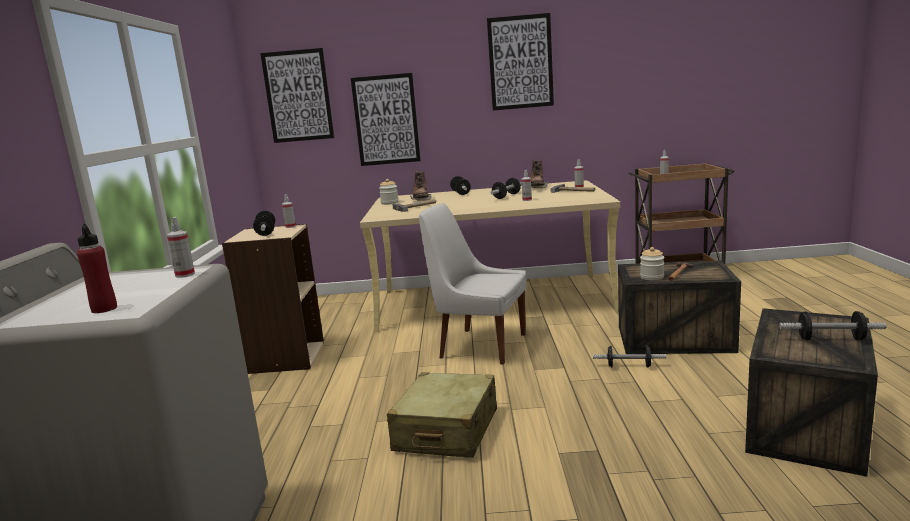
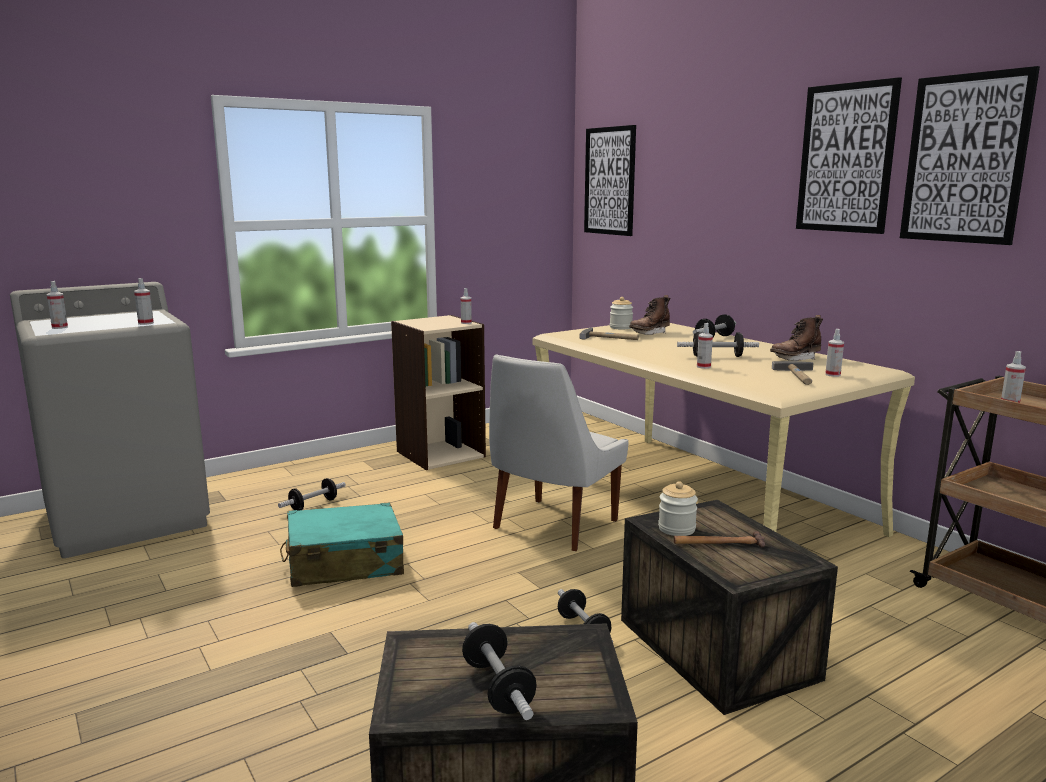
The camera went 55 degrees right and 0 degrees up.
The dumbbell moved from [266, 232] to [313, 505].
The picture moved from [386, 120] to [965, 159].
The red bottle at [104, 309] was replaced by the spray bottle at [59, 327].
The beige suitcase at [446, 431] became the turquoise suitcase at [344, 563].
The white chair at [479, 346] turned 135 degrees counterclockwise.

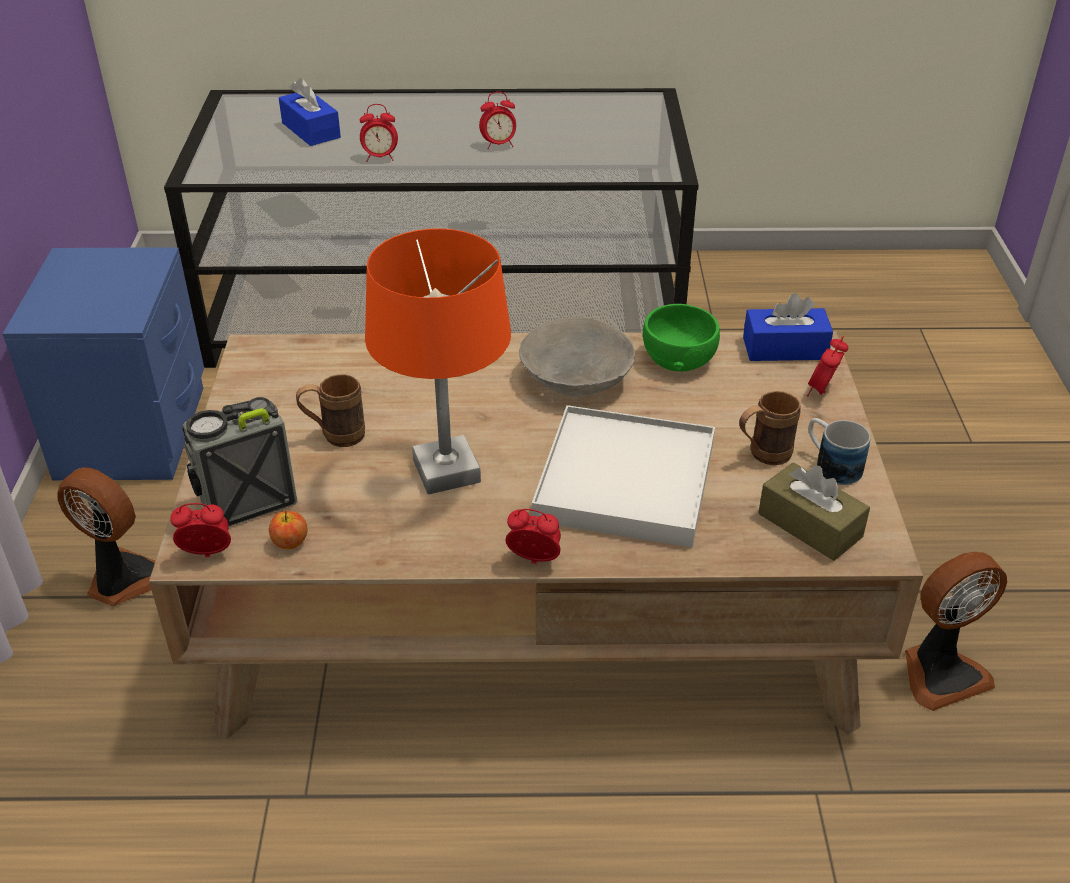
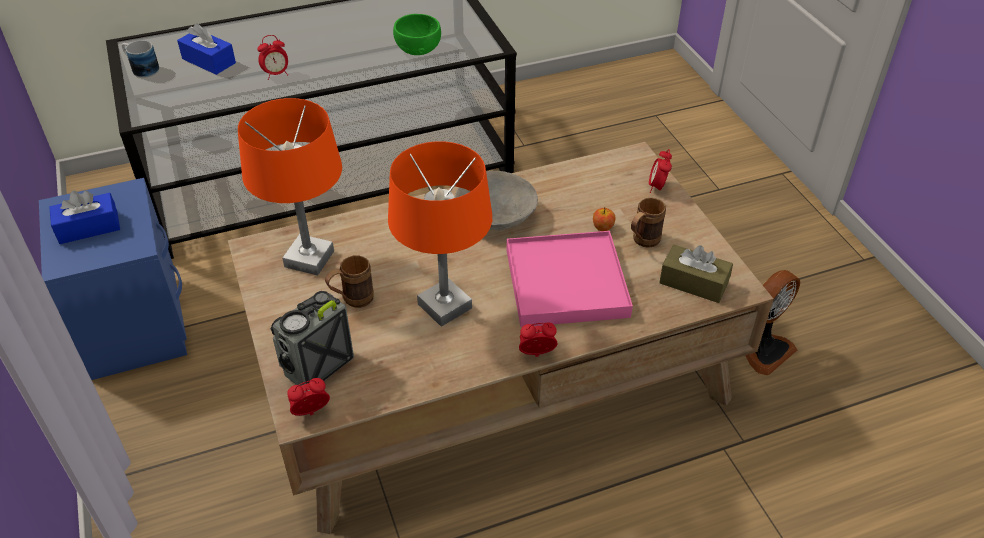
The camera went 20 degrees left and 5 degrees up.
The fan at [123, 580] disappeared.
The alarm clock at [499, 145] disappeared.
The orange table lamp at [309, 259] appeared.
The apple moved from [290, 542] to [603, 227].
The green bowl moved from [678, 358] to [417, 48].
The blue tissue box moved from [784, 348] to [88, 227].
The mug moved from [830, 465] to [141, 69].
The white tray at [625, 482] became the pink tray at [566, 283].

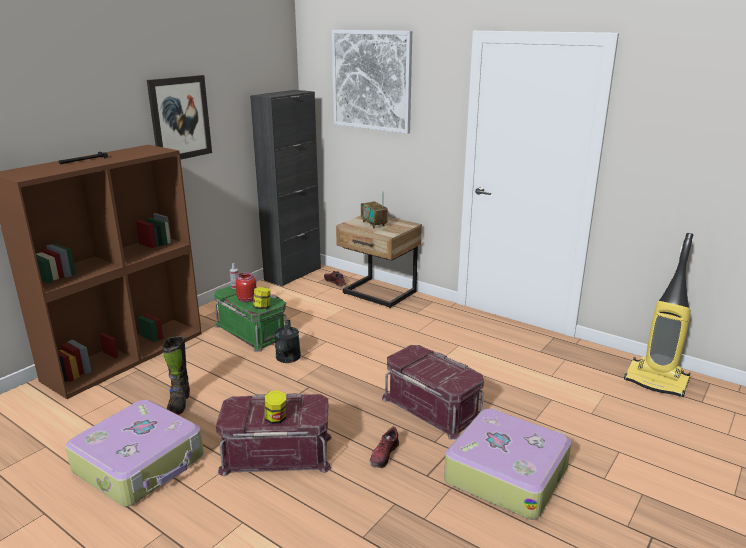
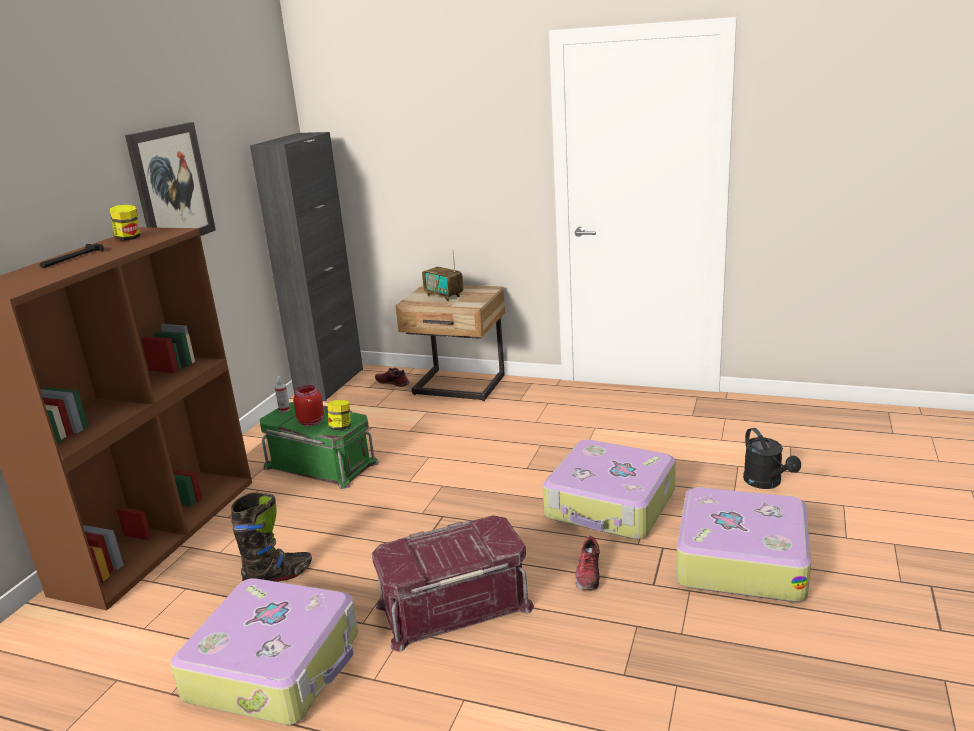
The camera went 15 degrees left and 0 degrees up.
The picture at [371, 80] disappeared.
The vacuum cleaner at [656, 381] disappeared.
The jar moved from [276, 419] to [129, 238].
The black watering can moved from [287, 359] to [766, 483].
The red storage box at [433, 407] was replaced by the suitcase at [610, 505].
The black boot at [179, 403] turned 105 degrees counterclockwise.

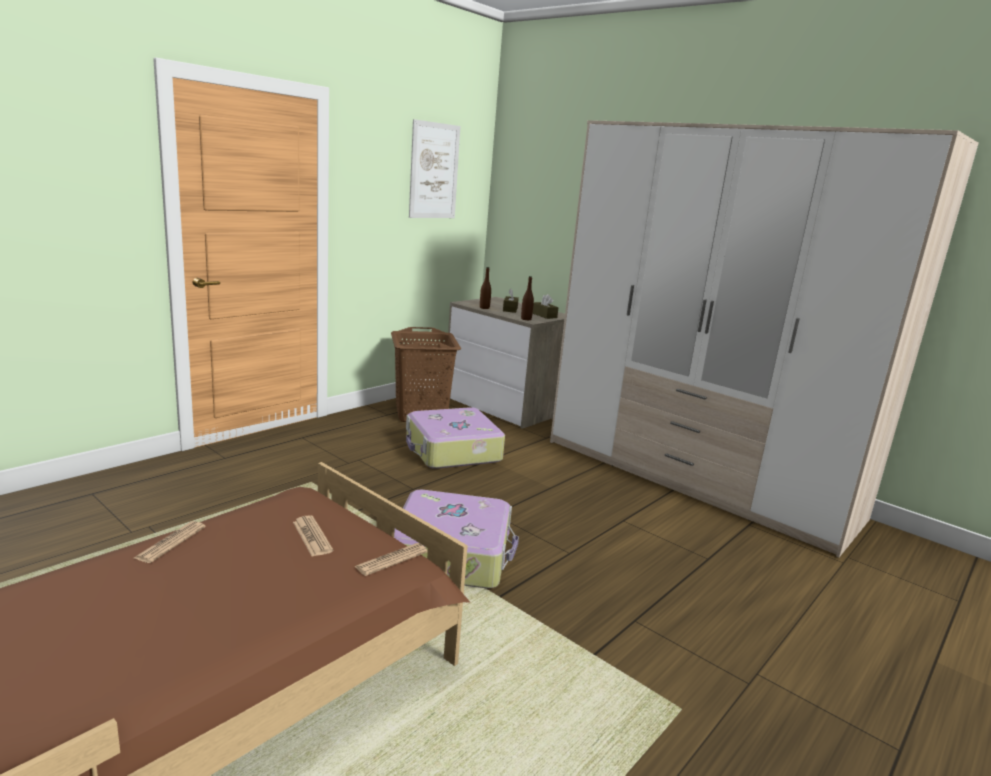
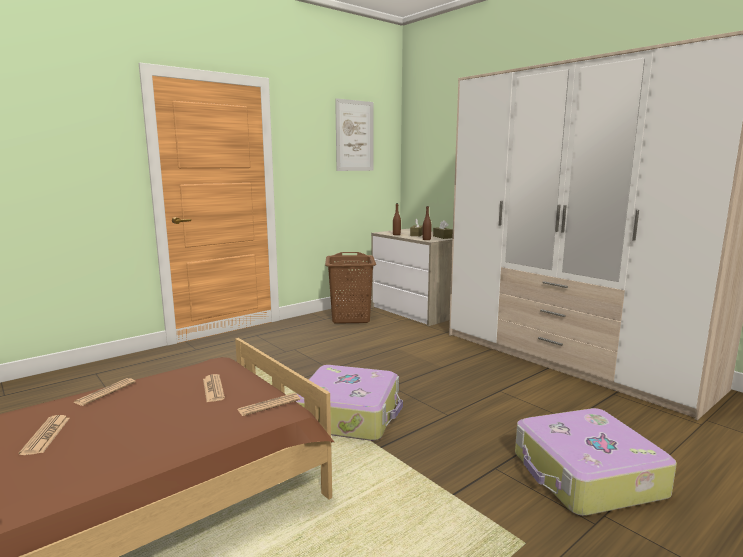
The camera went 10 degrees right and 5 degrees down.
The newspaper at [46, 435] appeared.
The suitcase moved from [452, 451] to [586, 476].

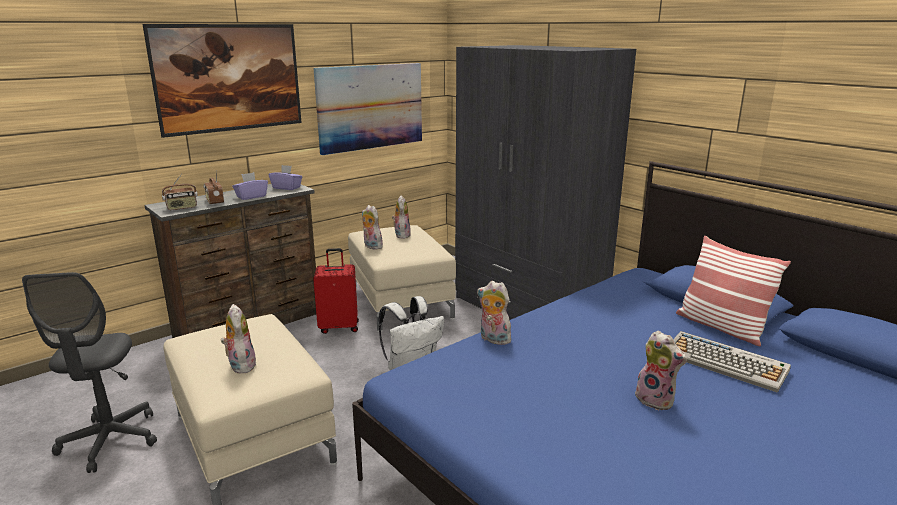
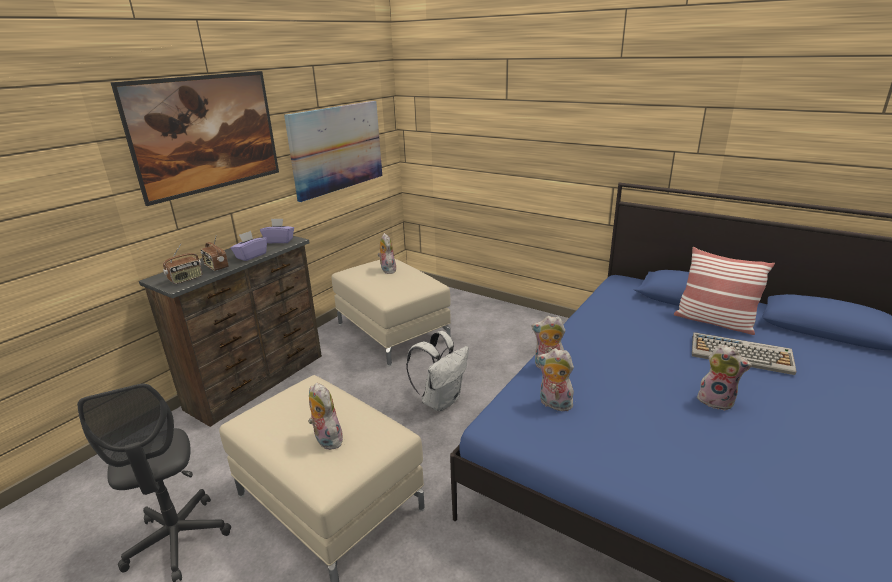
The camera went 15 degrees left and 5 degrees up.
The red suitcase at [339, 327] disappeared.
The grey wardrobe at [528, 309] disappeared.
The plush toy moved from [371, 246] to [554, 404].

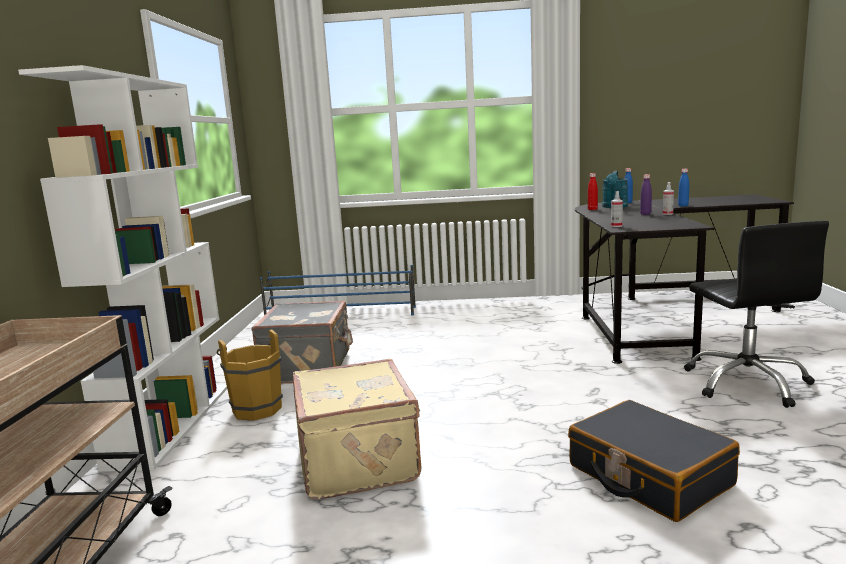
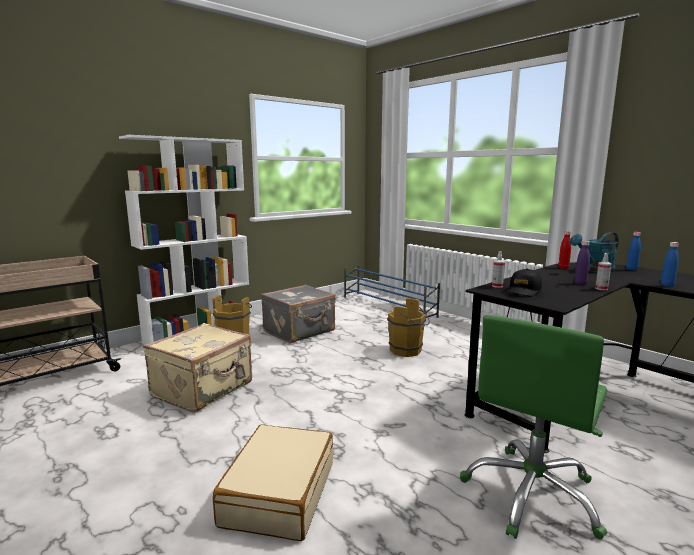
The camera went 45 degrees right and 0 degrees up.
The brown bucket at [408, 351] appeared.
The black cap at [523, 291] appeared.
The black suitcase at [648, 475] became the beige suitcase at [278, 493].
The black office chair at [747, 383] became the green office chair at [532, 494].

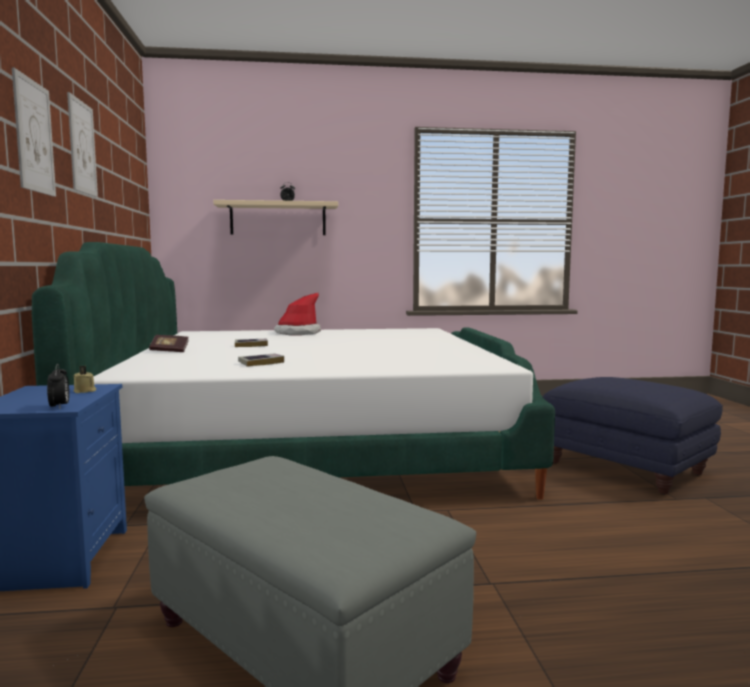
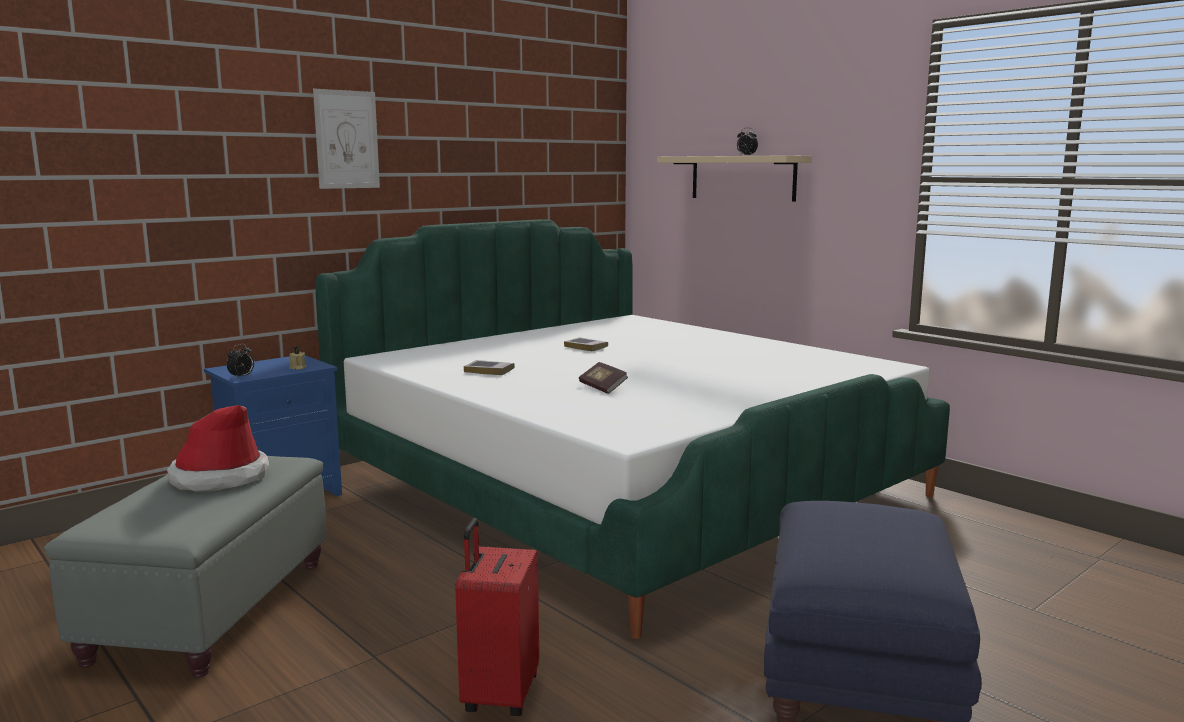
The camera went 55 degrees right and 5 degrees up.
The picture at [82, 147] disappeared.
The red suitcase at [498, 695] appeared.
The book moved from [169, 351] to [603, 387].
The hat moved from [297, 333] to [220, 478].

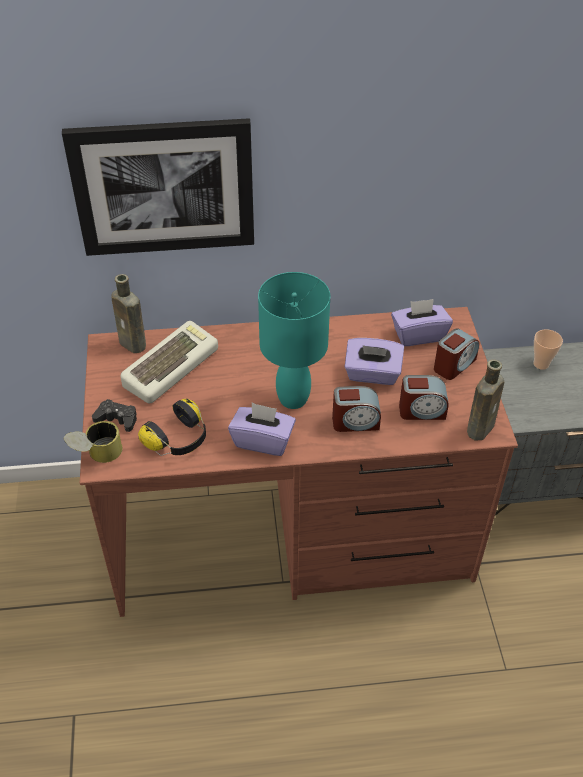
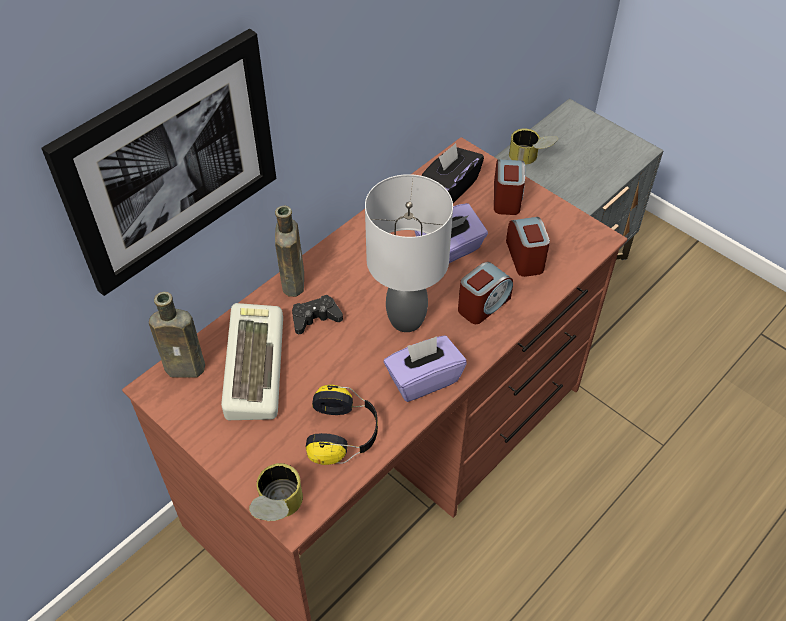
The camera went 40 degrees left and 5 degrees up.
The black game controller moved from [117, 419] to [315, 318].
The brown bottle moved from [481, 427] to [293, 280].
The cup at [541, 364] was replaced by the can at [530, 158].
The turquoise table lamp at [294, 398] became the grey table lamp at [407, 318].
The purple tissue box at [418, 335] became the black tissue box at [449, 187].
The alarm clock at [422, 410] turned 60 degrees counterclockwise.

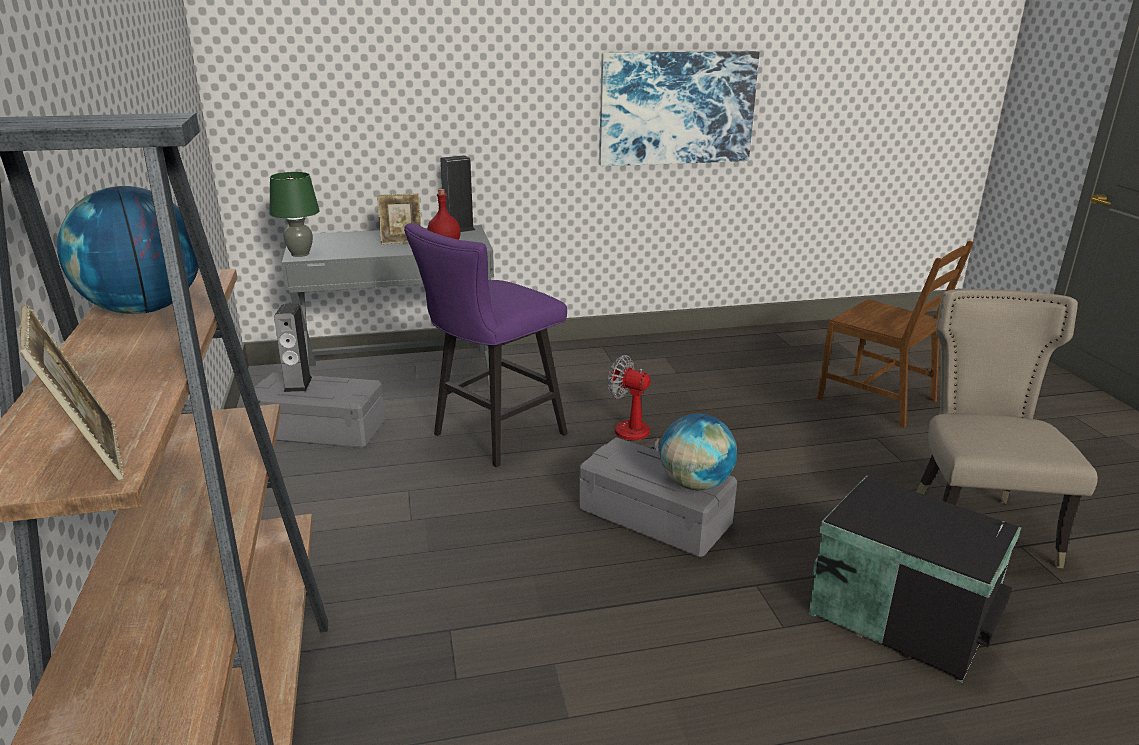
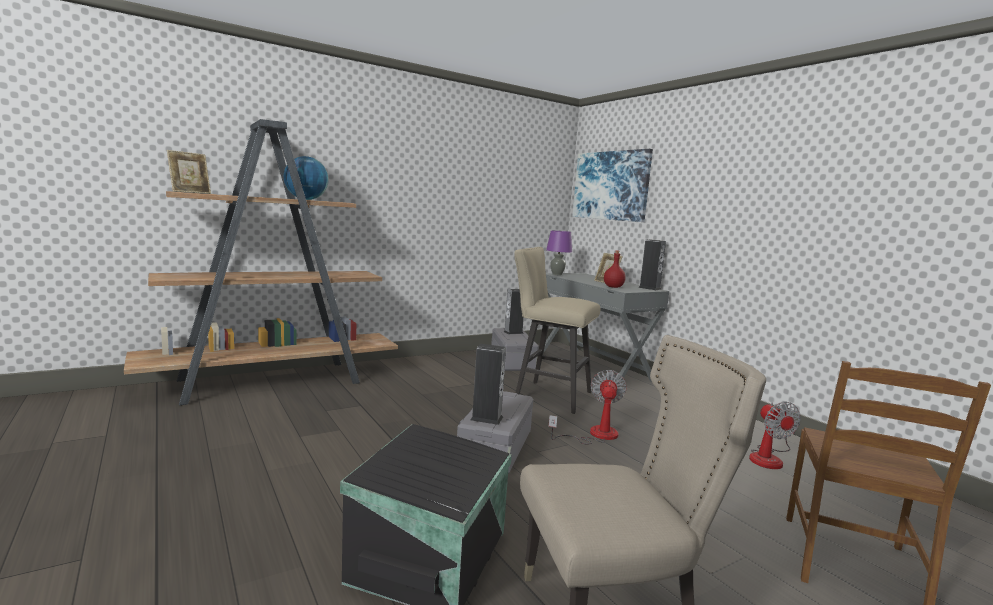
The camera went 70 degrees right and 15 degrees down.
The fan at [769, 458] appeared.
The picture moved from [677, 108] to [610, 185].
The globe at [695, 484] was replaced by the speaker at [486, 418].
The green table lamp at [300, 254] became the purple table lamp at [557, 274].
The purple stool at [492, 436] became the beige stool at [547, 395].

